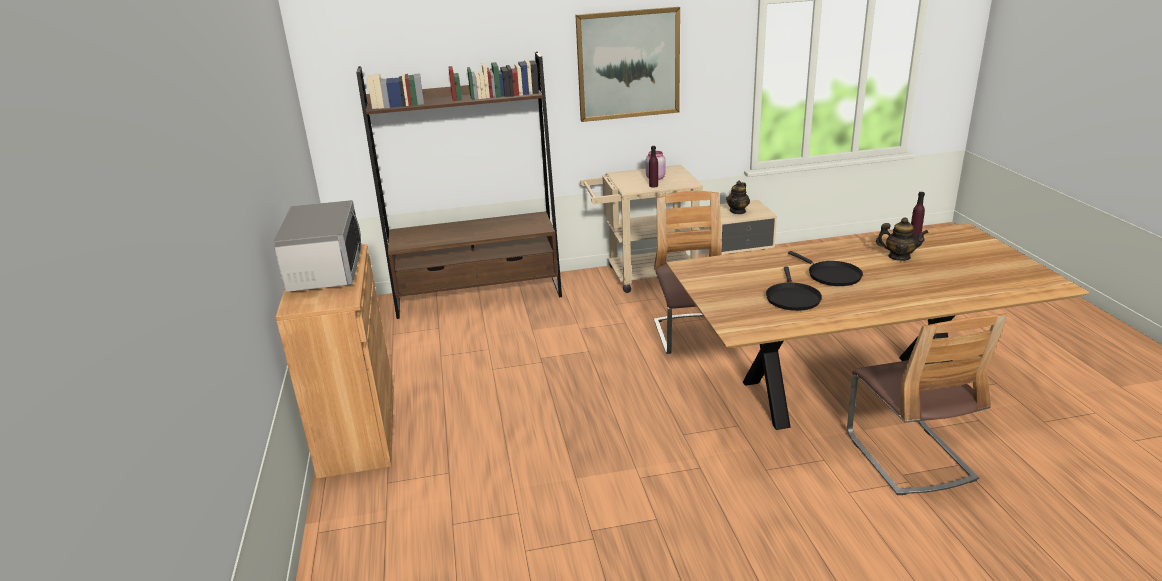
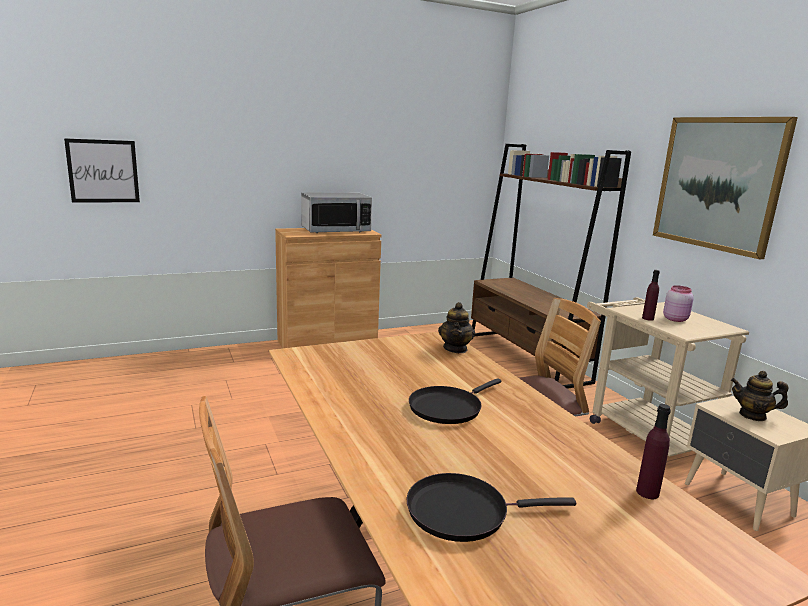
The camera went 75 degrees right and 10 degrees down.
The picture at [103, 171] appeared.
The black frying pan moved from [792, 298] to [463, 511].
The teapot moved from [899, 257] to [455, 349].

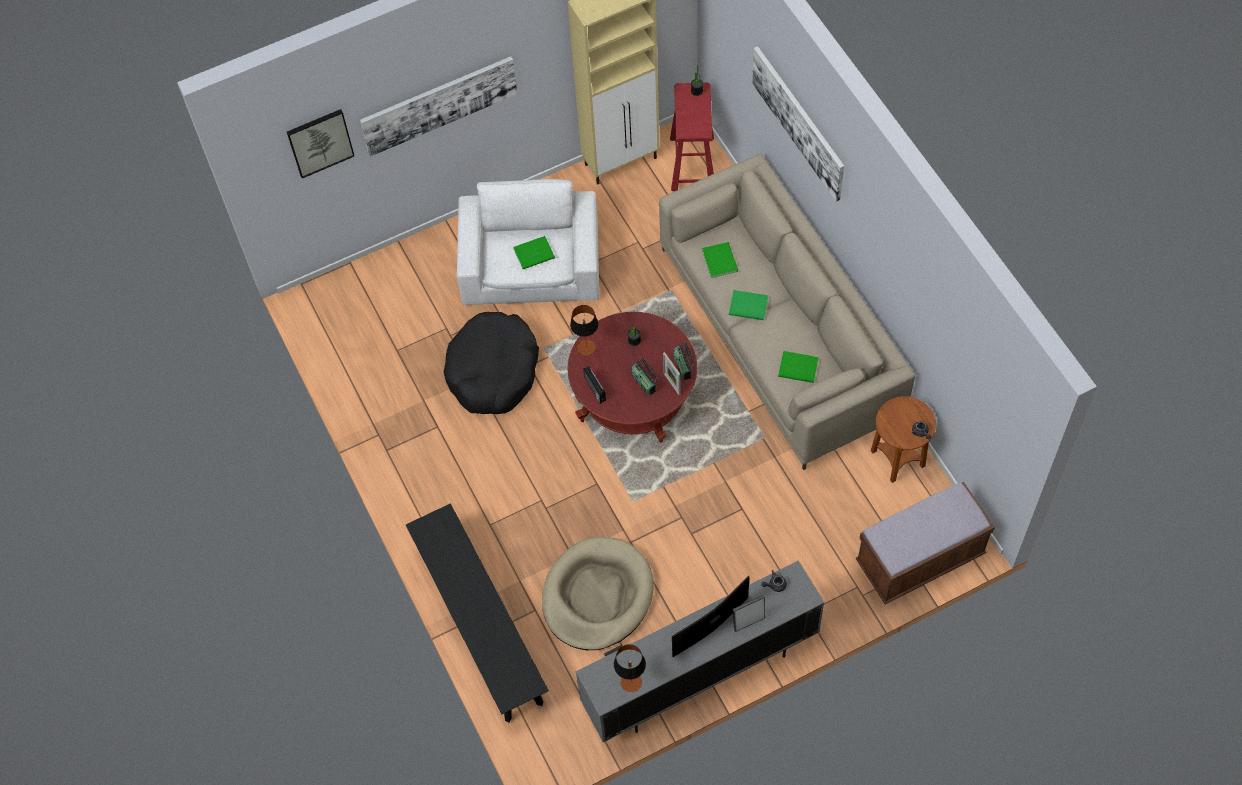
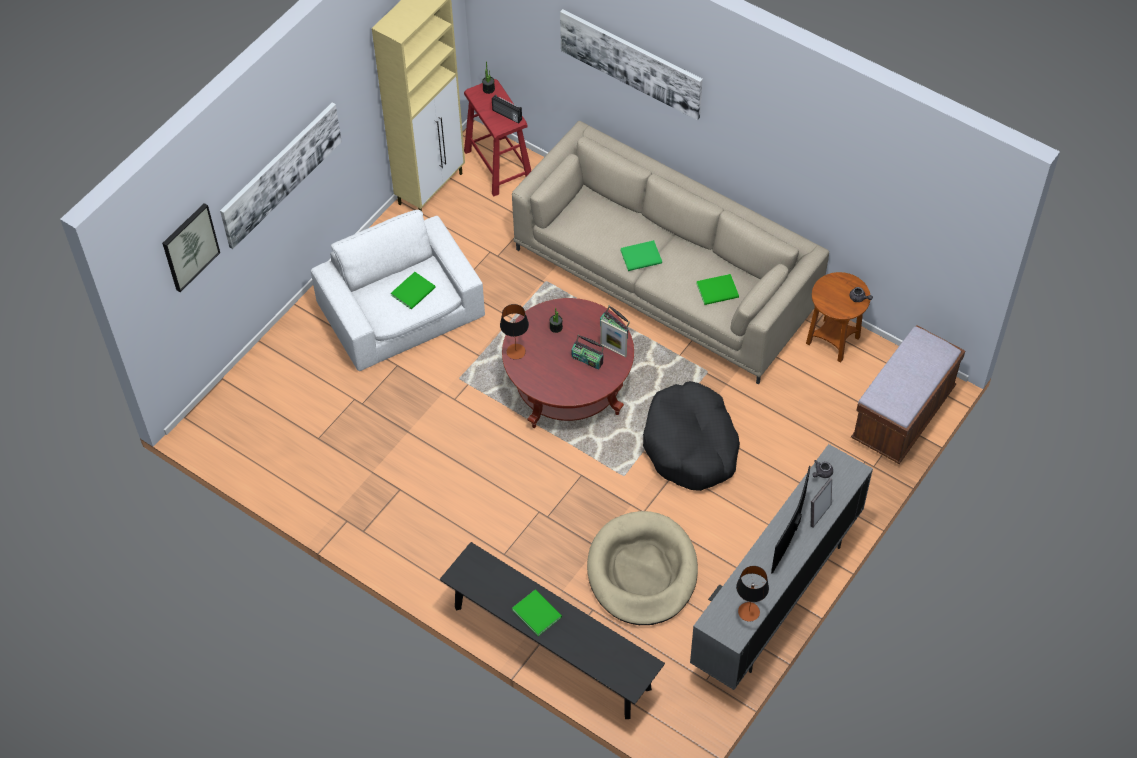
The camera went 30 degrees left and 5 degrees down.
The black dog bed moved from [493, 371] to [691, 445].
The radio moved from [594, 389] to [506, 115].
The green book moved from [720, 259] to [536, 611].

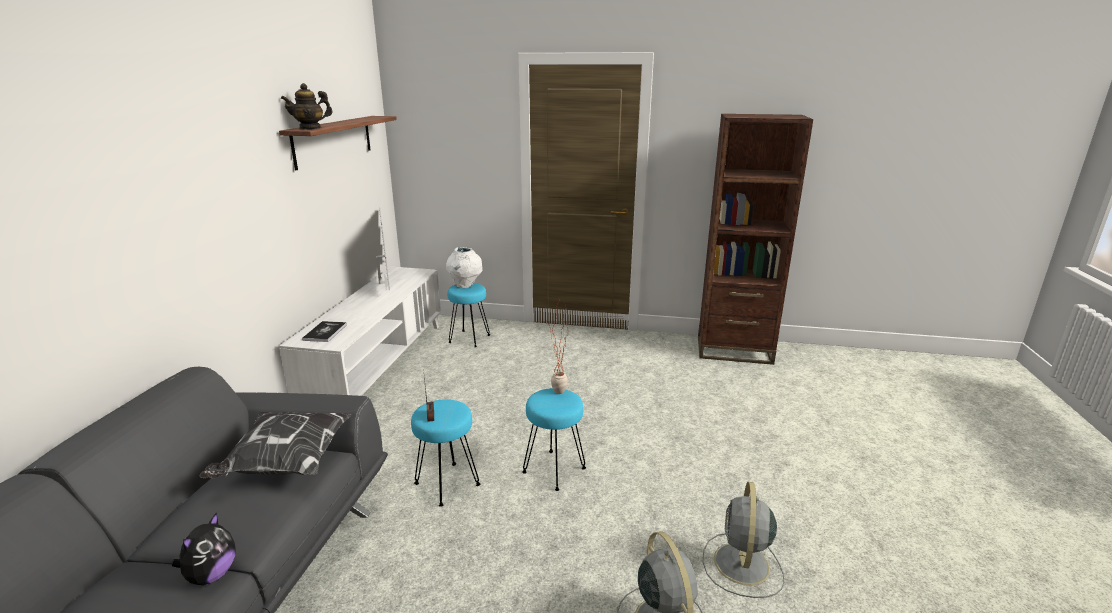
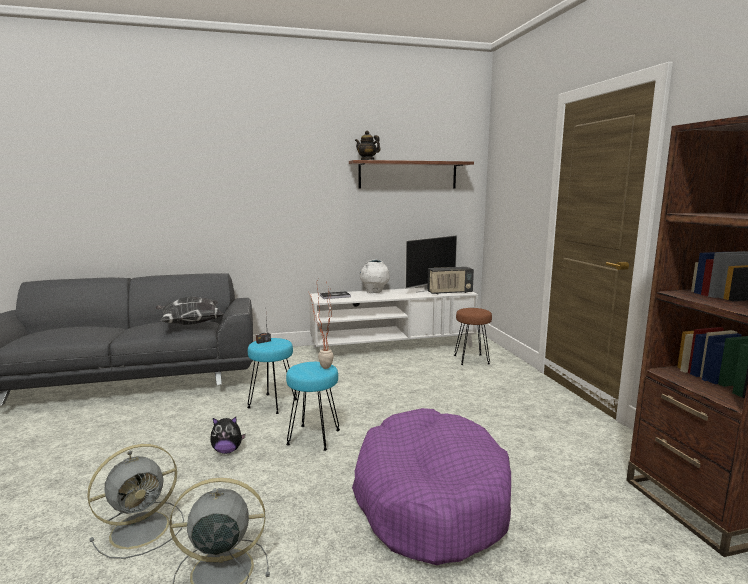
The camera went 65 degrees right and 10 degrees down.
The purple dog bed at [429, 499] appeared.
The radio at [449, 292] appeared.
The plush toy moved from [211, 575] to [227, 451].
The white vase moved from [465, 285] to [374, 292].
The turquoise stool at [469, 338] became the brown stool at [472, 360].

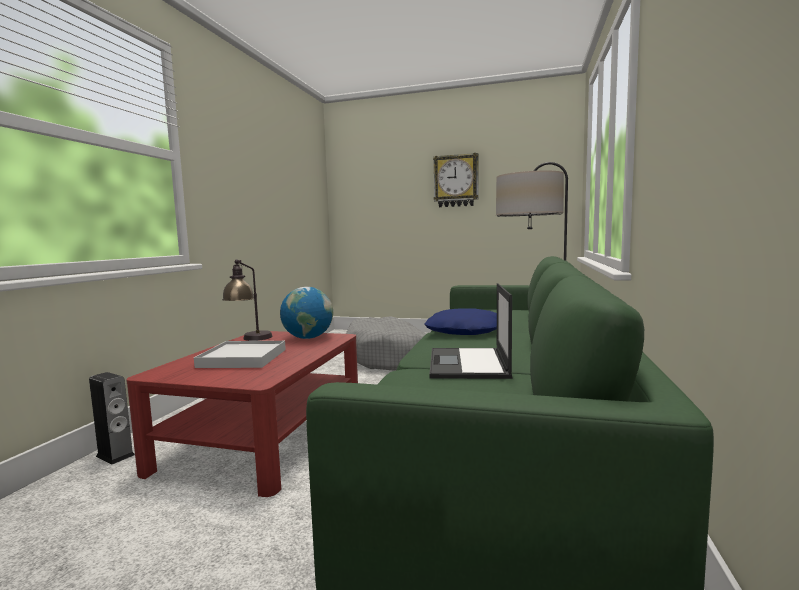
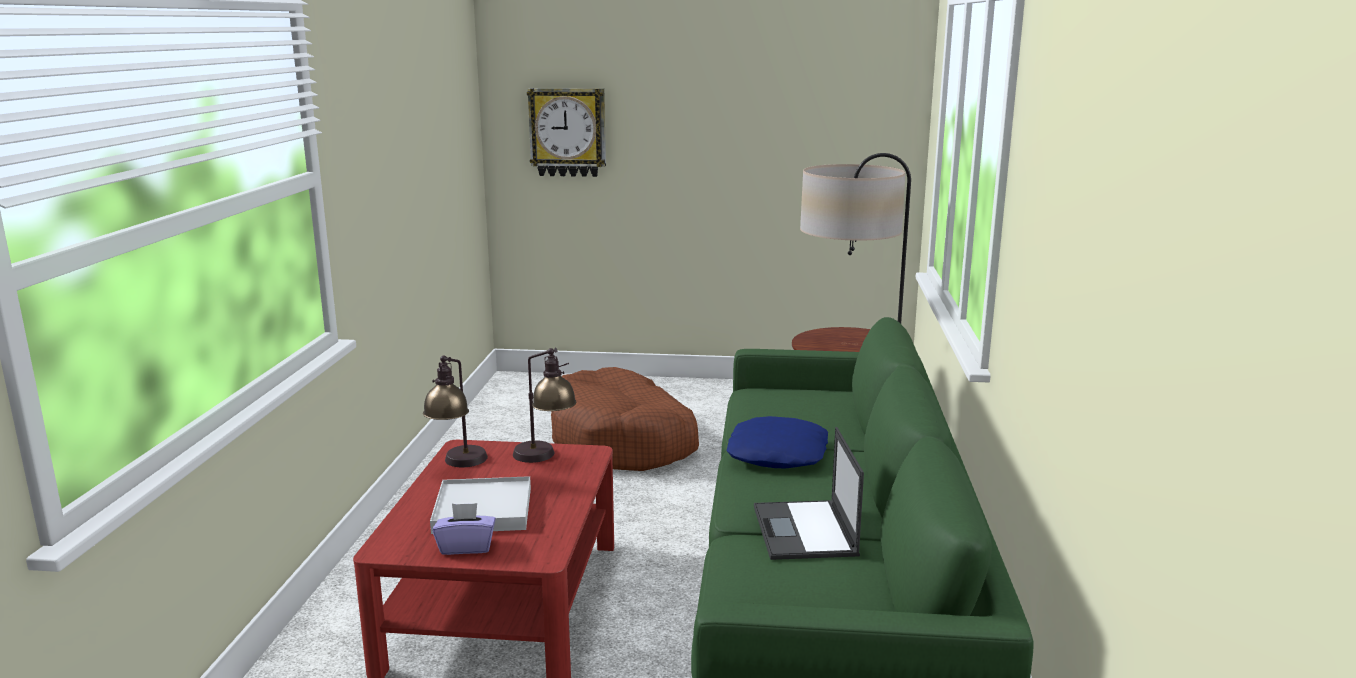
The camera went 10 degrees left and 10 degrees up.
The speaker at [115, 455] disappeared.
The purple tissue box at [466, 547] appeared.
The wall clock moved from [456, 181] to [568, 132].
The globe at [308, 338] was replaced by the table lamp at [545, 458].
The grey dog bed at [390, 357] became the brown dog bed at [623, 441].

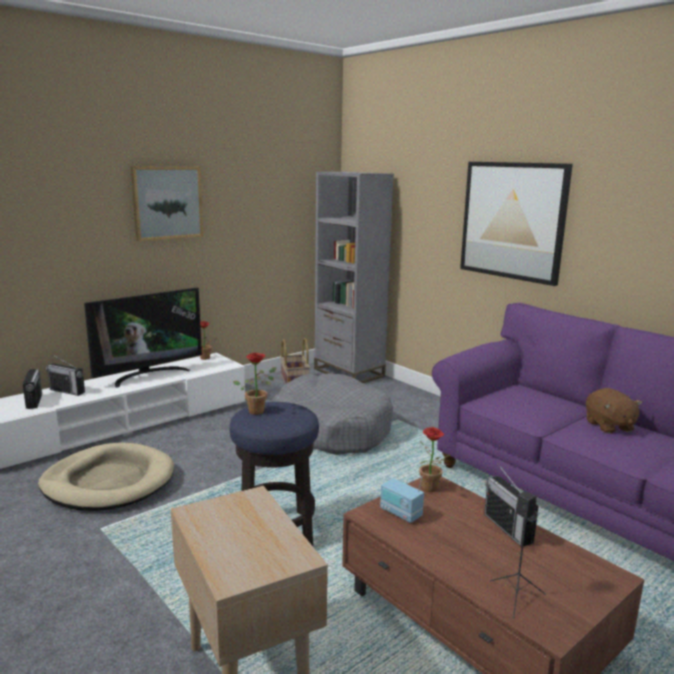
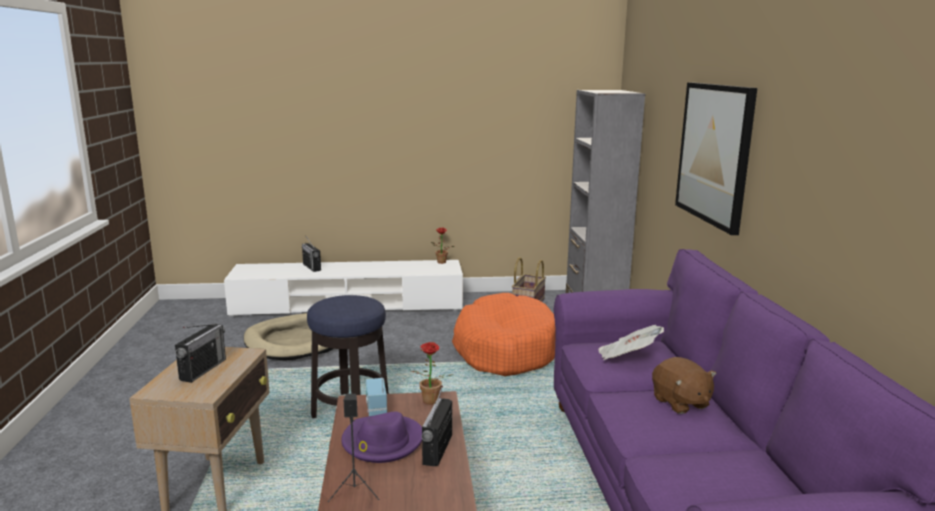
The camera went 35 degrees right and 0 degrees up.
The television at [148, 375] disappeared.
The picture at [167, 202] disappeared.
The potted plant at [258, 410] disappeared.
The purple hat at [382, 442] appeared.
The newspaper at [627, 357] appeared.
The radio moved from [34, 401] to [203, 369].
The grey dog bed at [331, 429] became the orange dog bed at [505, 349].
The brown plush toy at [609, 426] turned 45 degrees counterclockwise.

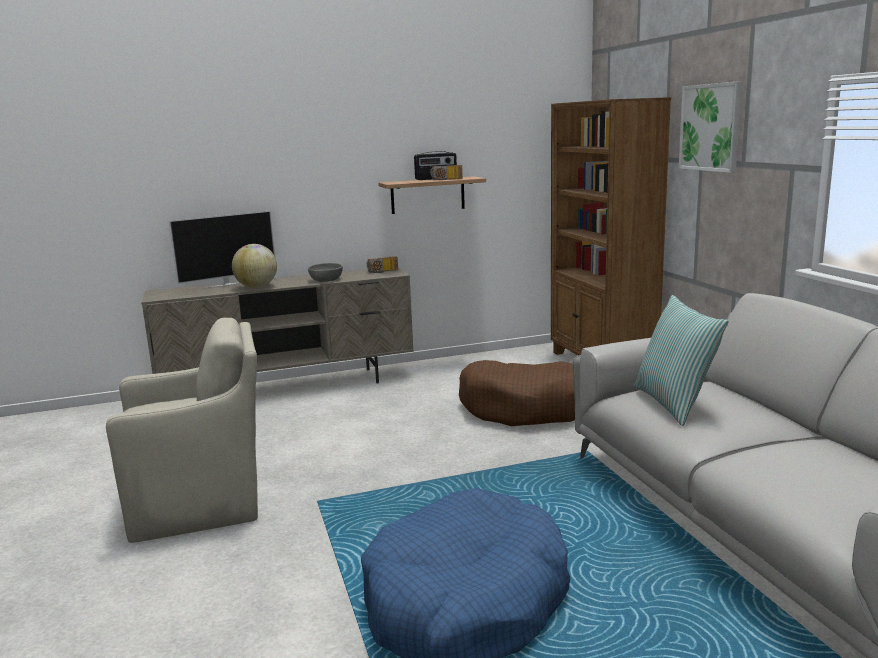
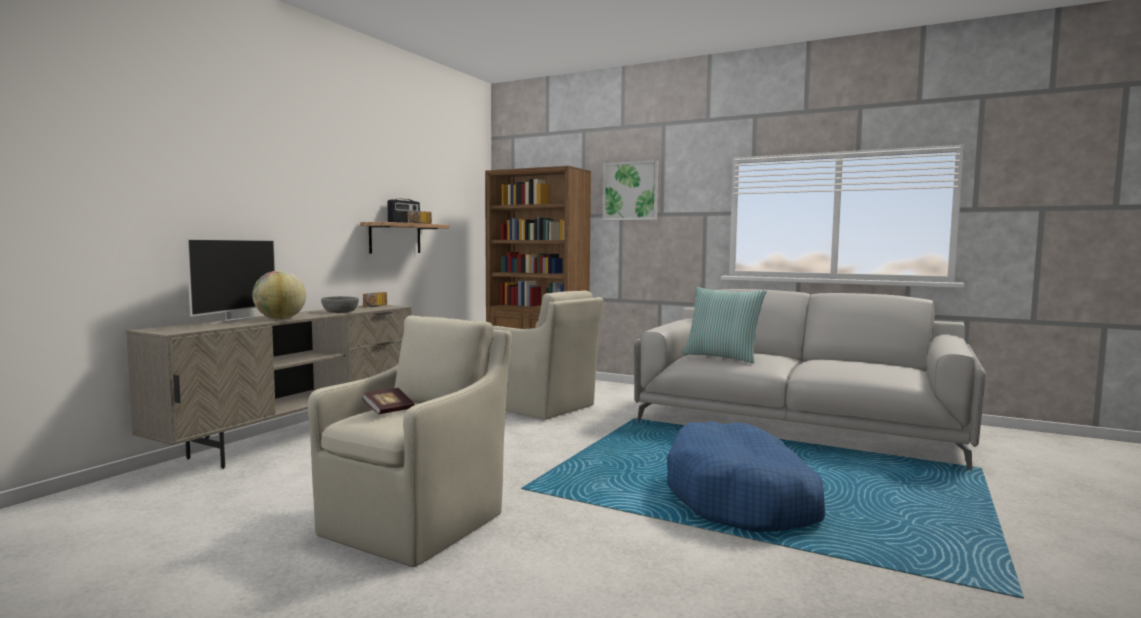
The camera went 45 degrees left and 10 degrees down.
The book at [389, 411] appeared.
The brown dog bed at [528, 408] was replaced by the beige armchair at [544, 407].

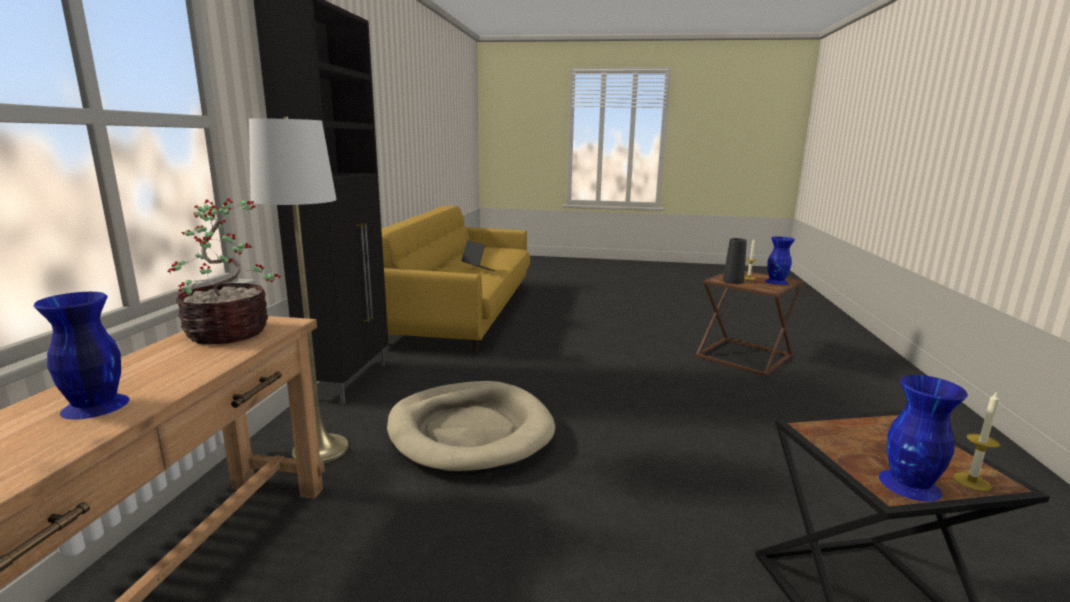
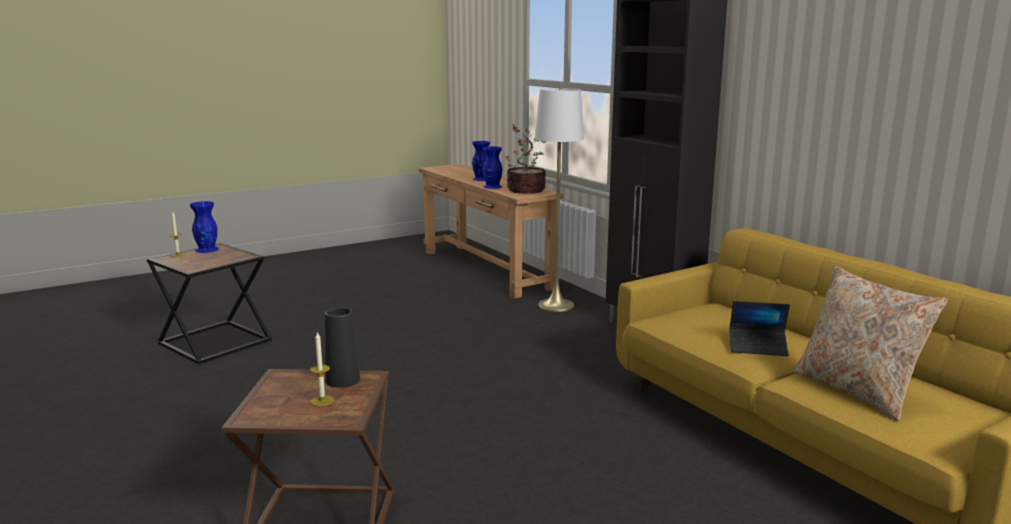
The camera went 140 degrees right and 0 degrees up.
The beige dog bed at [470, 432] disappeared.
The beige pillow at [857, 391] appeared.
The blue vase moved from [776, 281] to [492, 187].

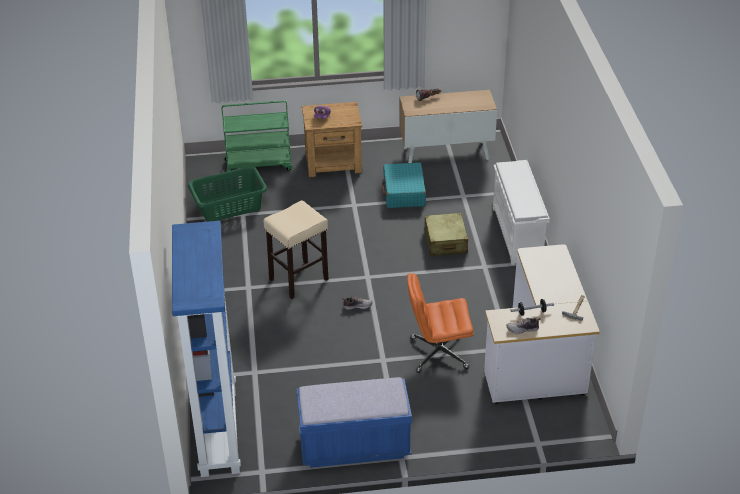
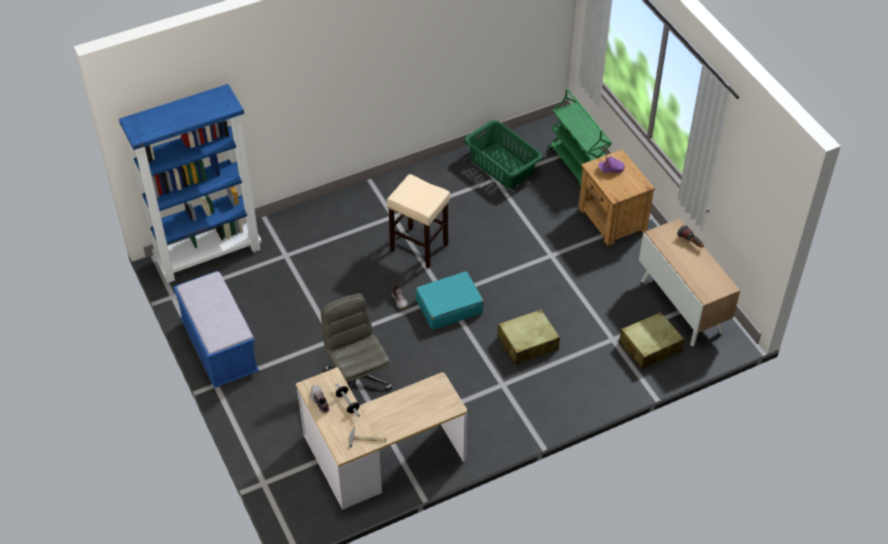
The camera went 70 degrees right and 10 degrees up.
The white shoe rack at [518, 235] disappeared.
The beige suitcase at [649, 346] appeared.
The turquoise suitcase moved from [404, 192] to [449, 306].
The orange office chair at [438, 353] became the grey office chair at [357, 378].

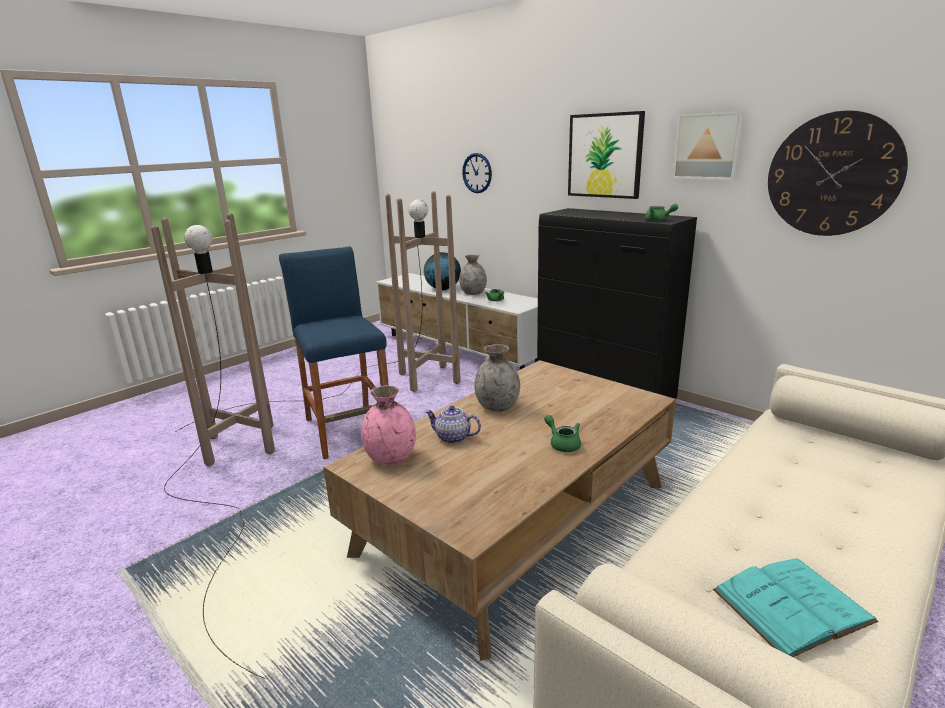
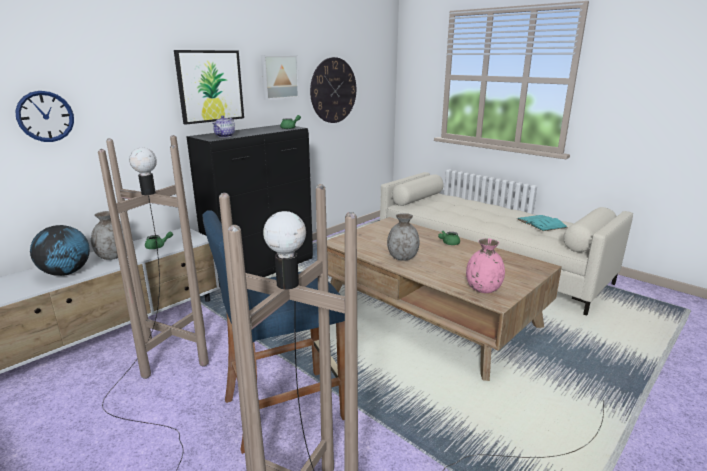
The camera went 90 degrees left and 0 degrees up.
The teapot moved from [452, 437] to [225, 136].

